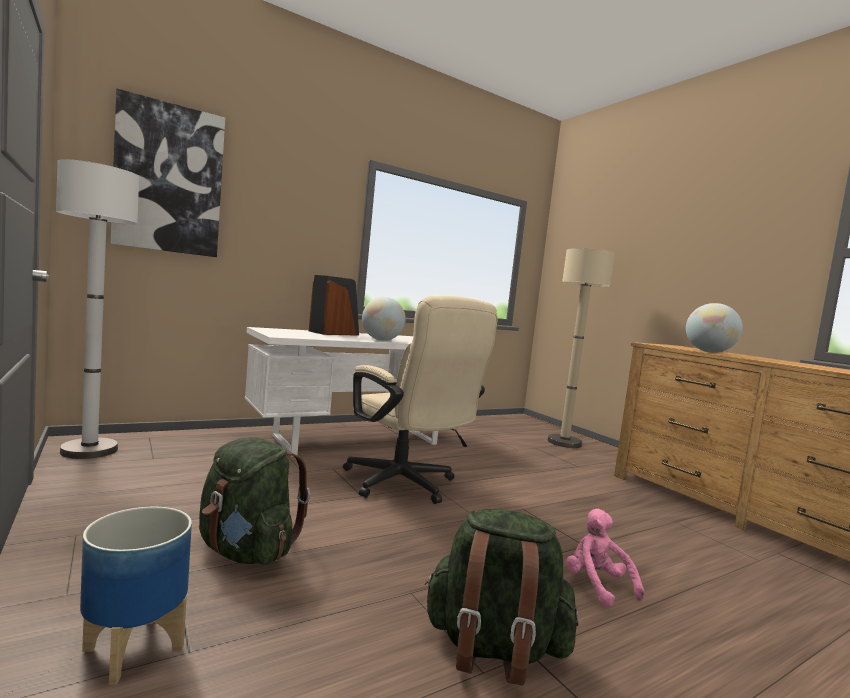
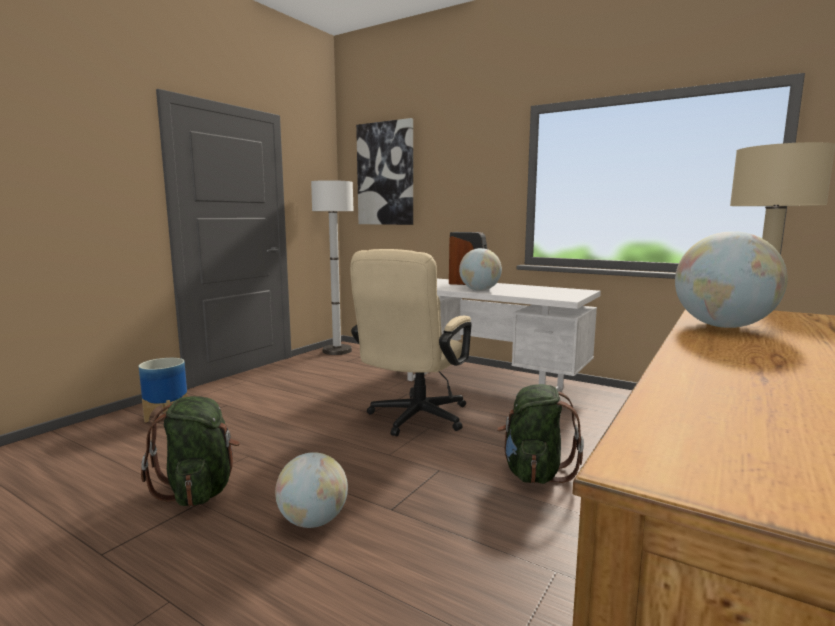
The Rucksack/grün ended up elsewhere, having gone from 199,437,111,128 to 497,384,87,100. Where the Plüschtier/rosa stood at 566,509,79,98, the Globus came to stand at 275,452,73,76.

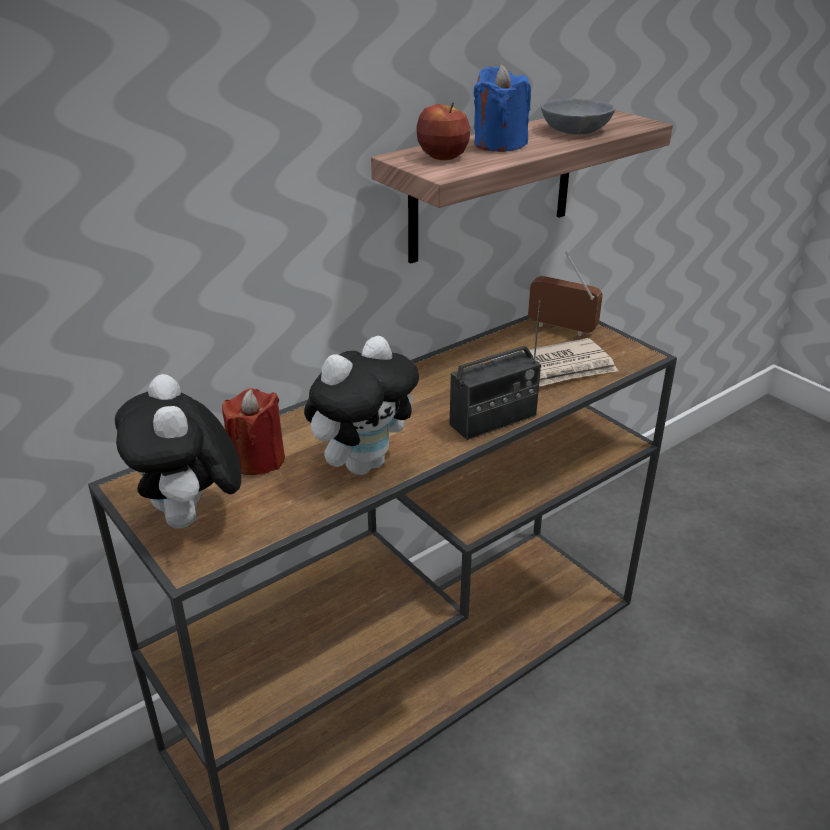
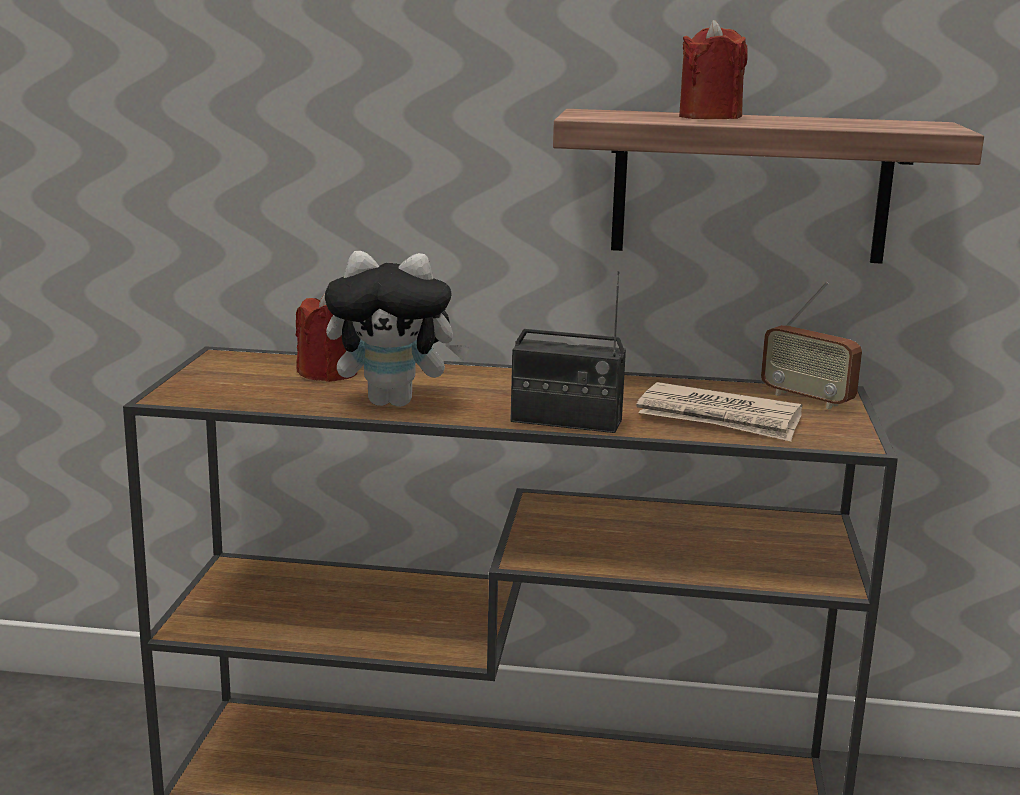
The second view lost the Plüschtier at 115,374,126,154. The second view lost the Apfel at 416,102,54,58. What was the Kerze/blau at 474,64,57,88 turned into the Kerze/rot at 679,20,69,99. The Radio at 528,251,75,85 ended up facing another way, 150 degrees clockwise from before. The second view lost the Schüssel/grau at 541,99,75,36.

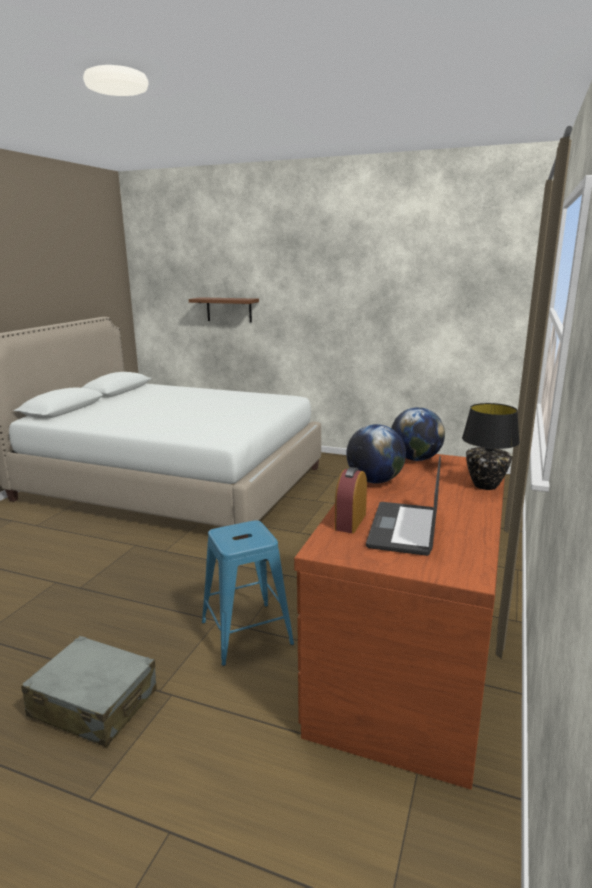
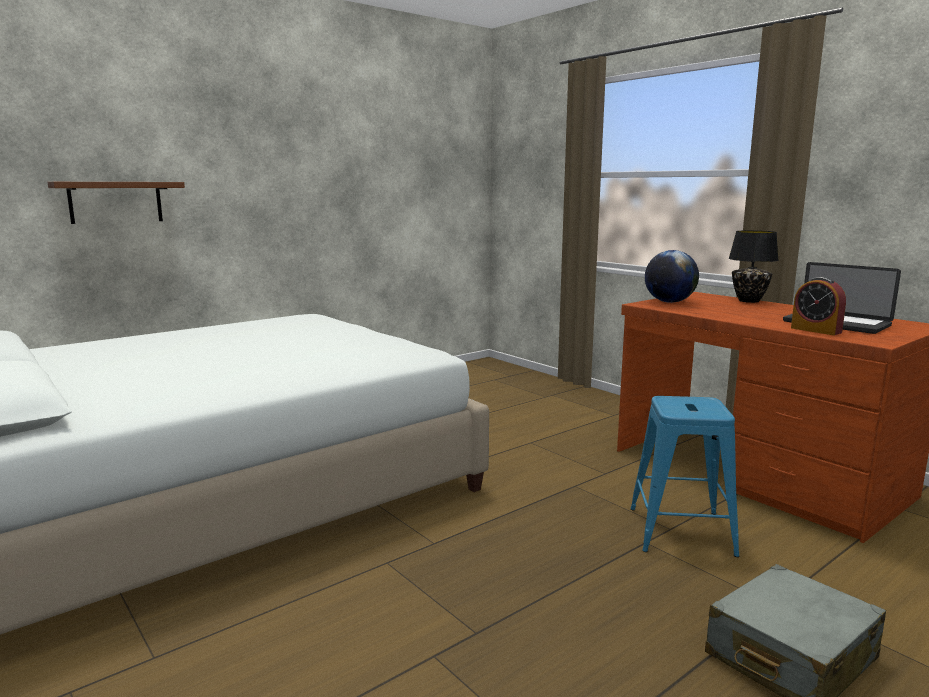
The second view lost the Globus at 346,424,60,59.

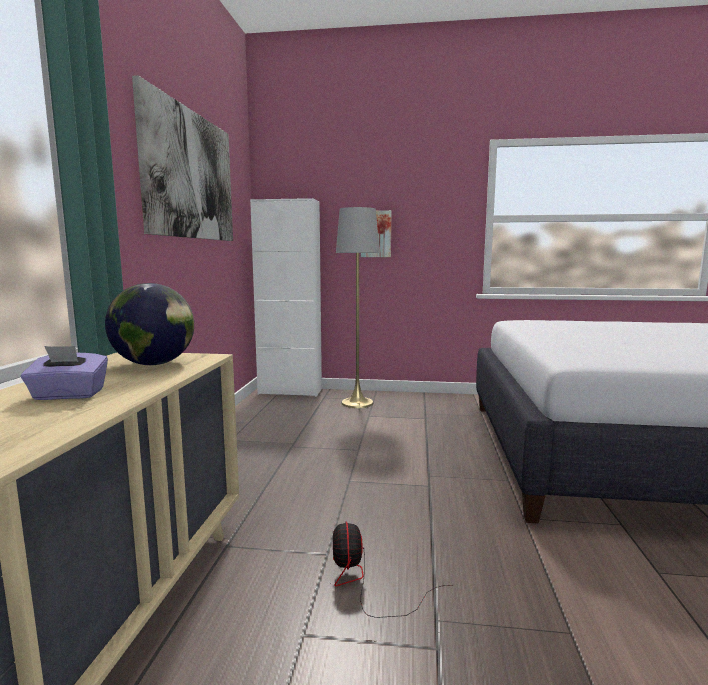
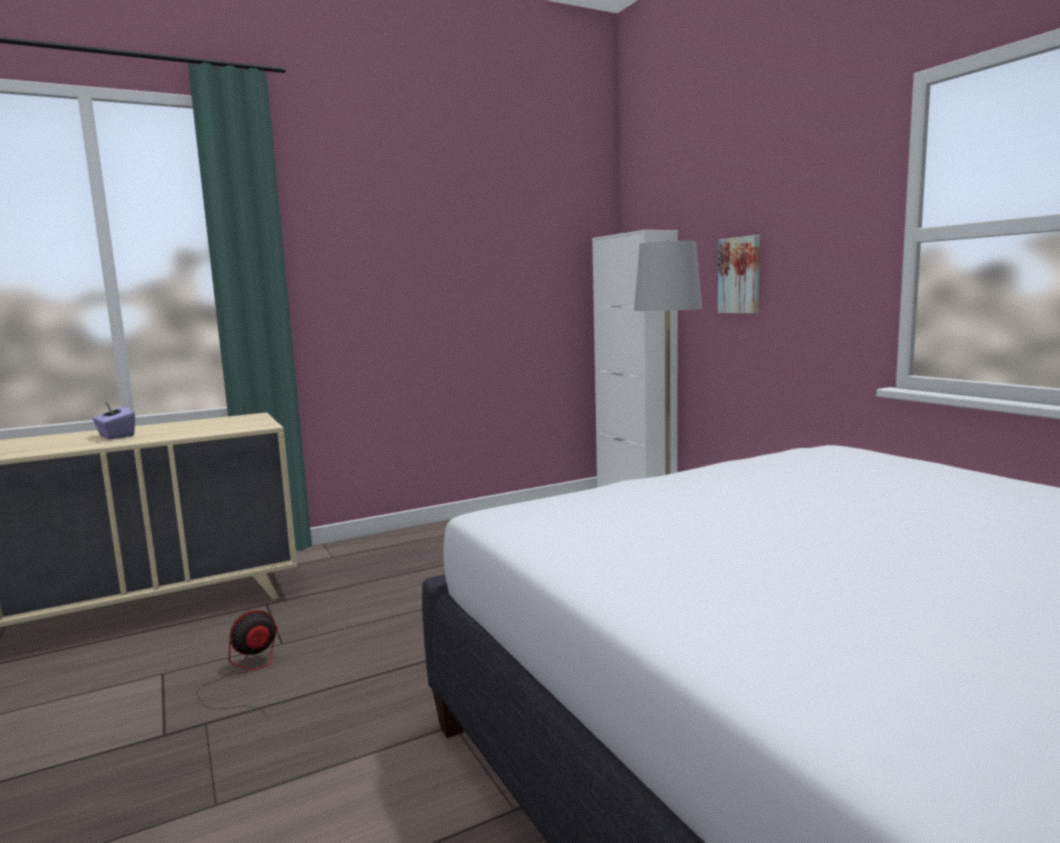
The second view lost the Globus at 105,283,89,82. The second view lost the Bild at 132,75,101,166.

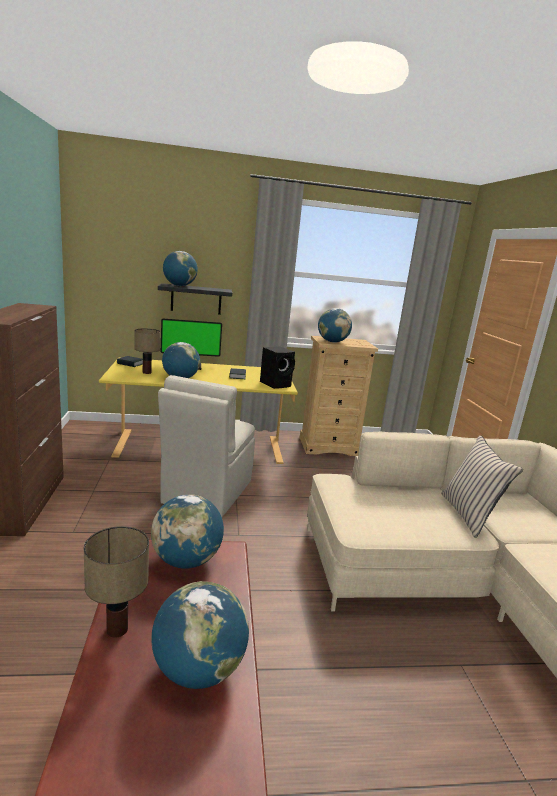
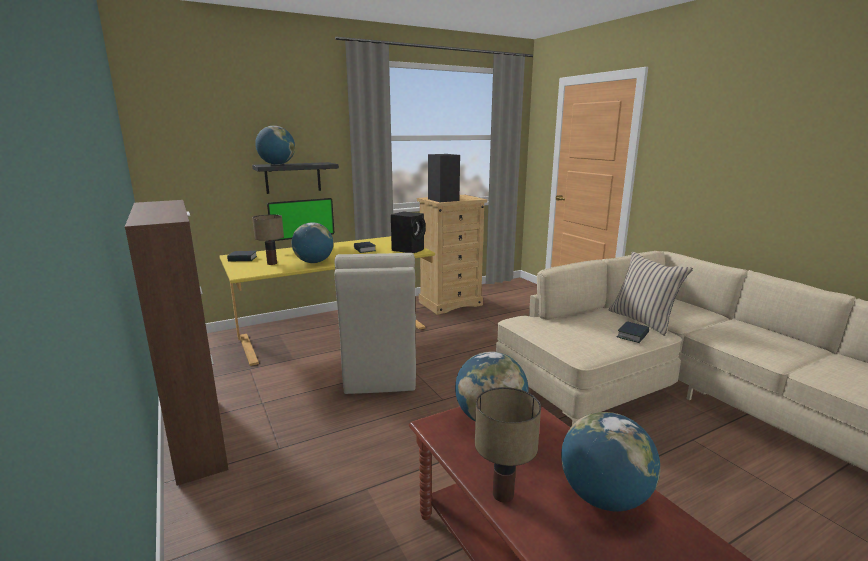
Where the Globus stood at 318,308,34,35, the Lautsprecher/schwarz came to stand at 428,154,32,48. The second view gained the Buch at 617,321,32,22.

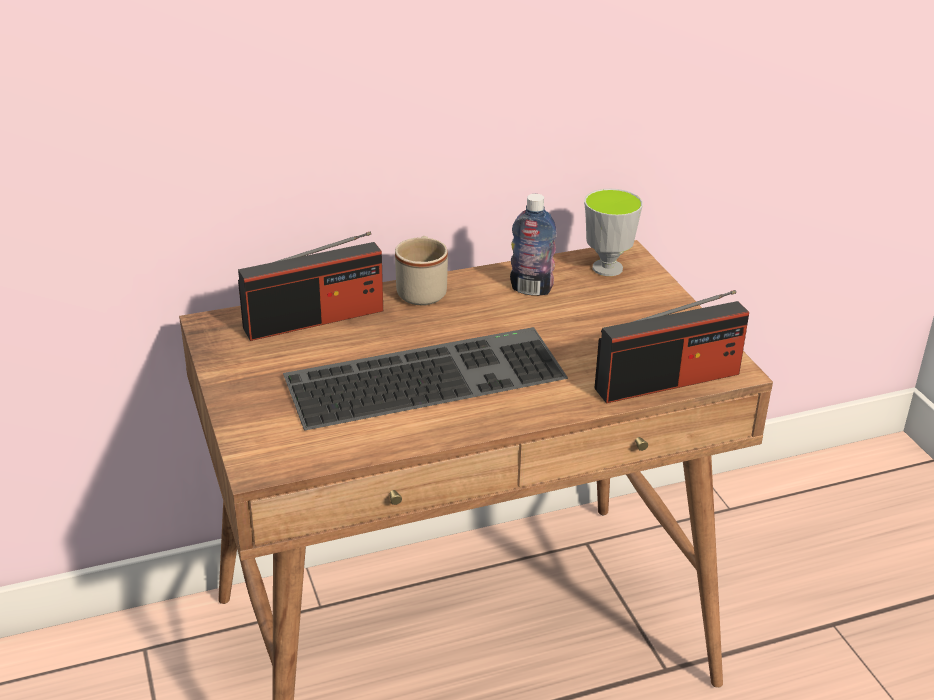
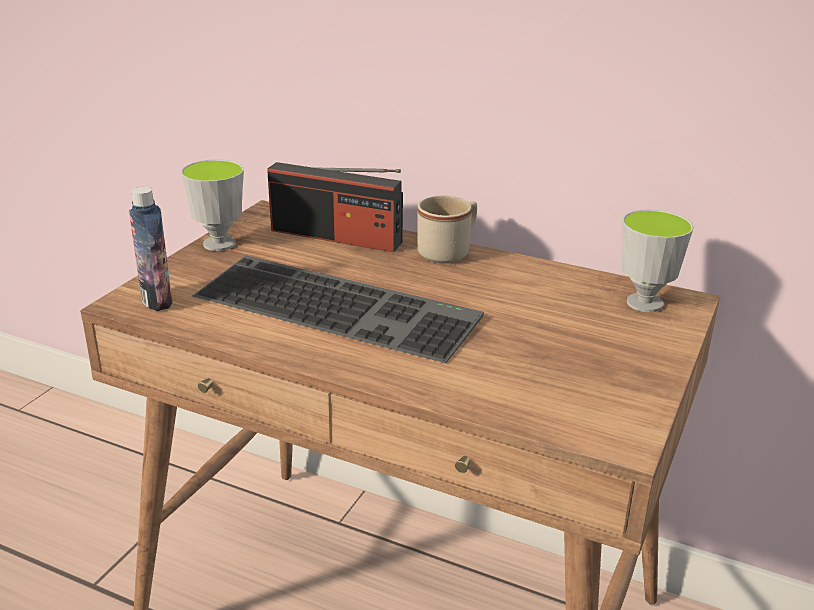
The Flasche ended up elsewhere, having gone from 510,194,47,102 to 129,187,43,124. The second view lost the Radio at 595,290,154,114. The second view gained the Tasse at 181,159,63,92.

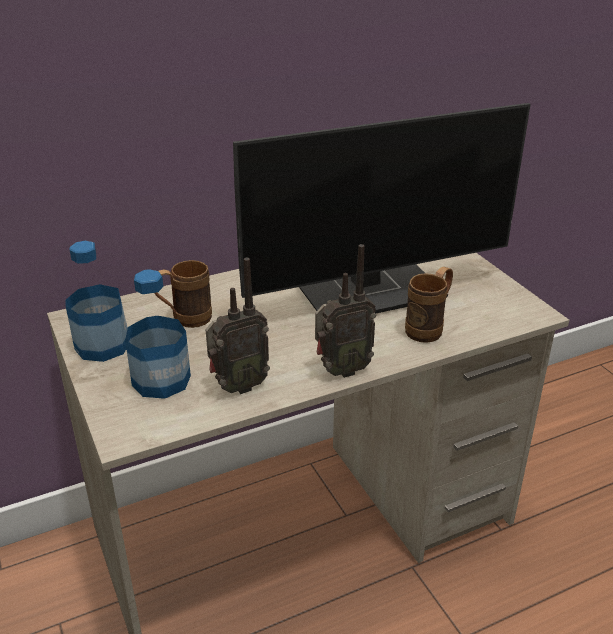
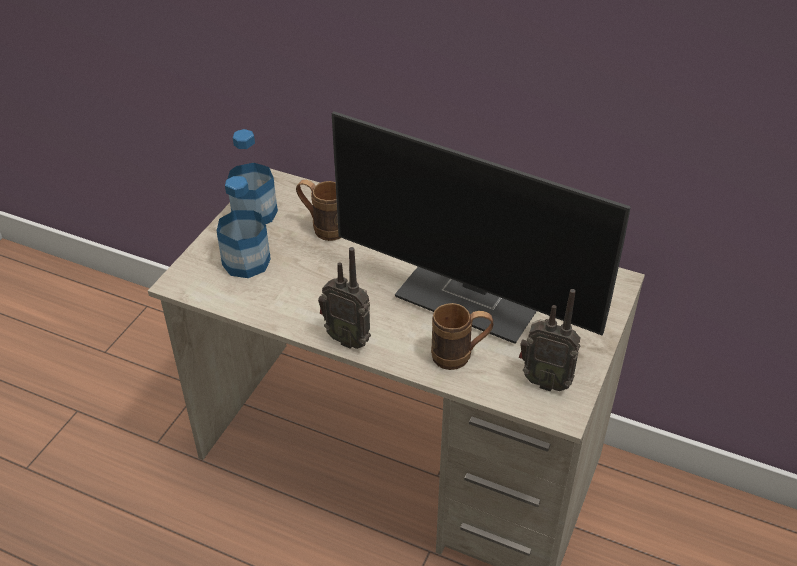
The Radio ended up elsewhere, having gone from 206,258,64,136 to 519,289,61,103.

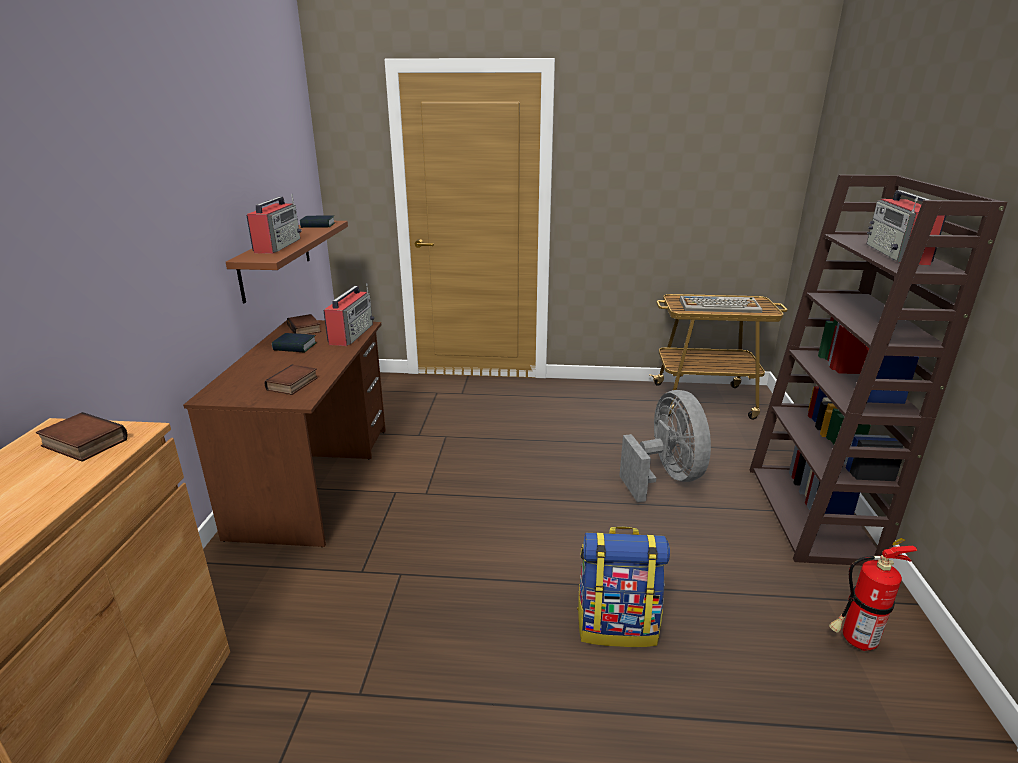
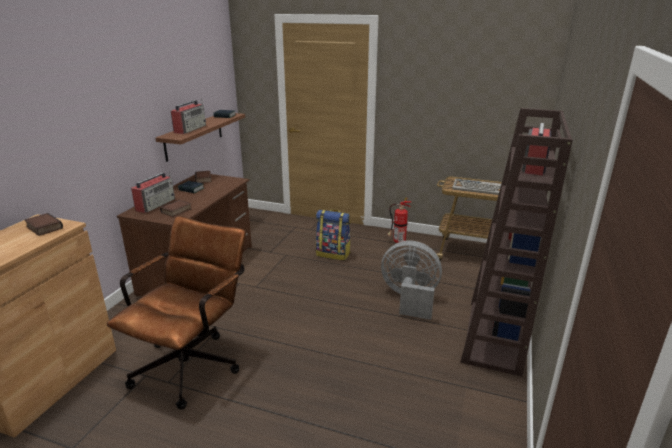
The Radio ended up elsewhere, having gone from 323,283,51,63 to 131,171,44,42. The Rucksack ended up elsewhere, having gone from 577,527,93,120 to 316,209,35,51. The Ventilator/grau at 619,390,92,113 ended up facing another way, 75 degrees counterclockwise from before. The Feuerlöscher ended up elsewhere, having gone from 829,538,88,113 to 387,198,25,45. The second view gained the Bürostuhl/braun at 107,216,139,194.

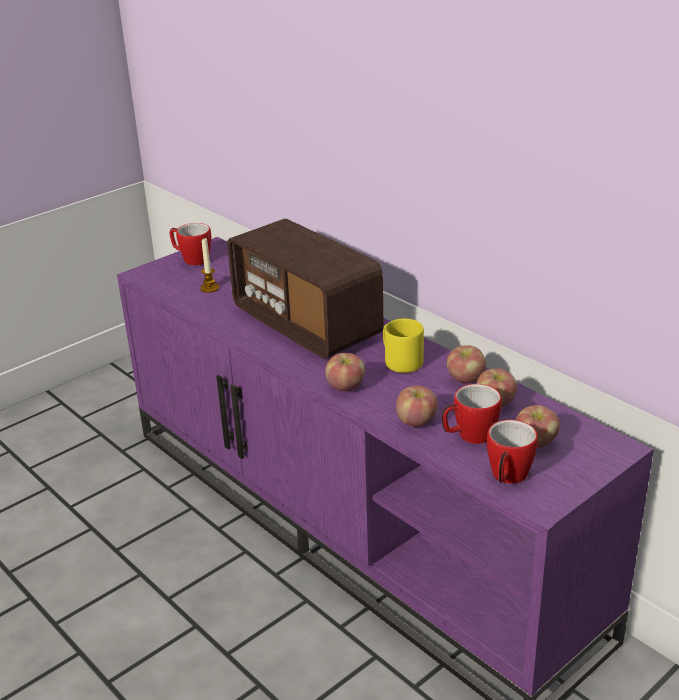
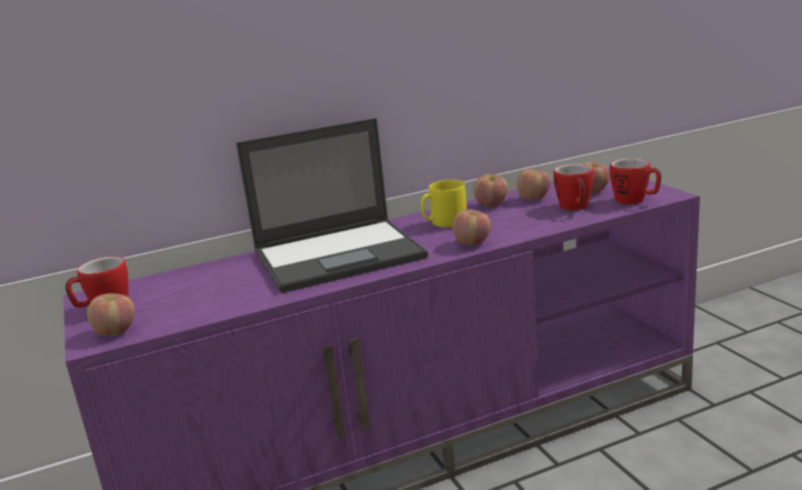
The second view lost the Kerze at 200,238,19,55. Where the Radio stood at 227,219,157,140, the Laptop came to stand at 236,118,192,175. The Apfel ended up elsewhere, having gone from 396,385,42,42 to 87,293,48,43.

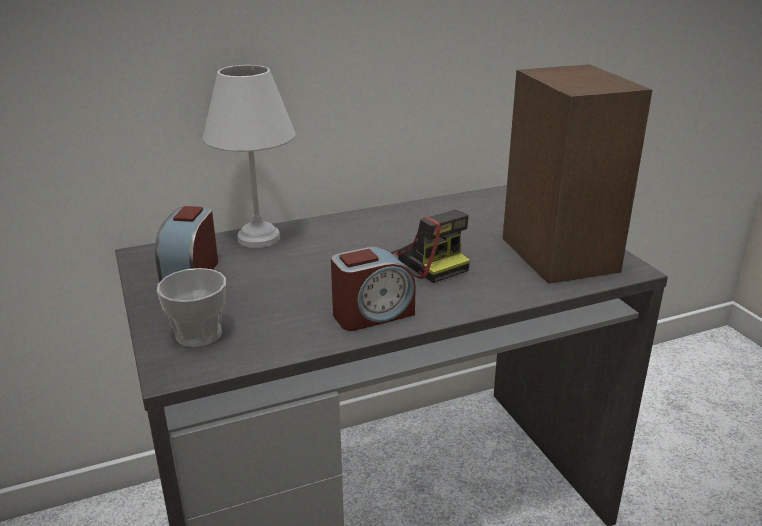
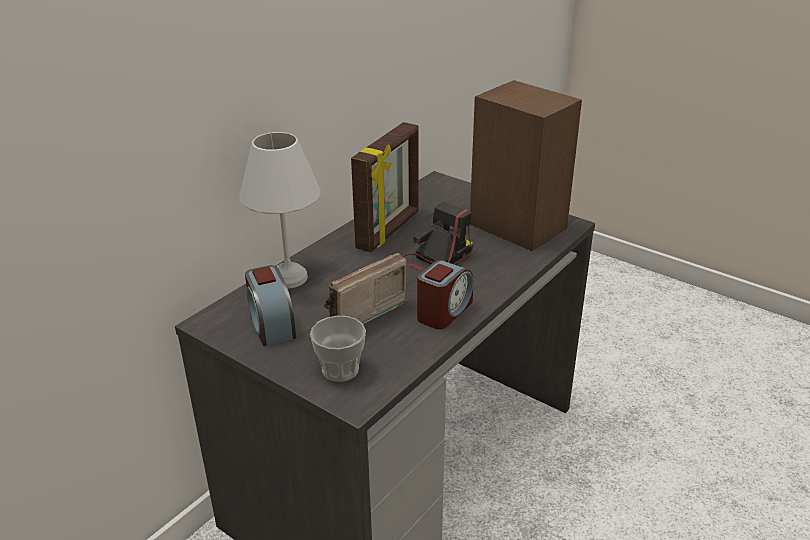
The Kamera at 391,210,79,73 ended up facing another way, 75 degrees counterclockwise from before. The second view gained the Radio at 324,253,84,71. The second view gained the Bilderrahmen at 351,122,68,130.

